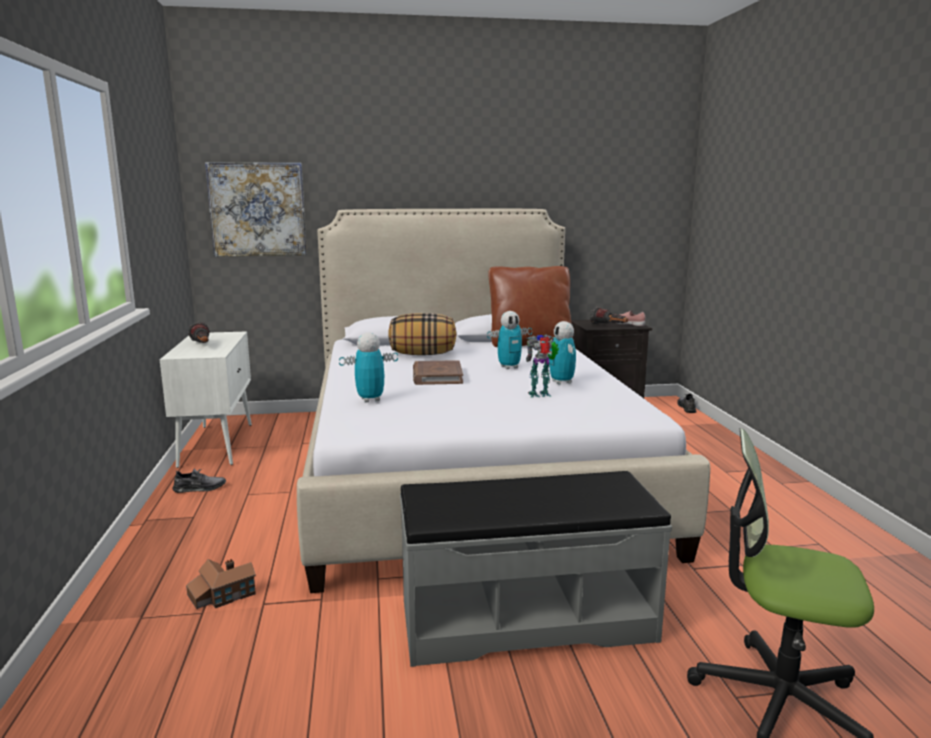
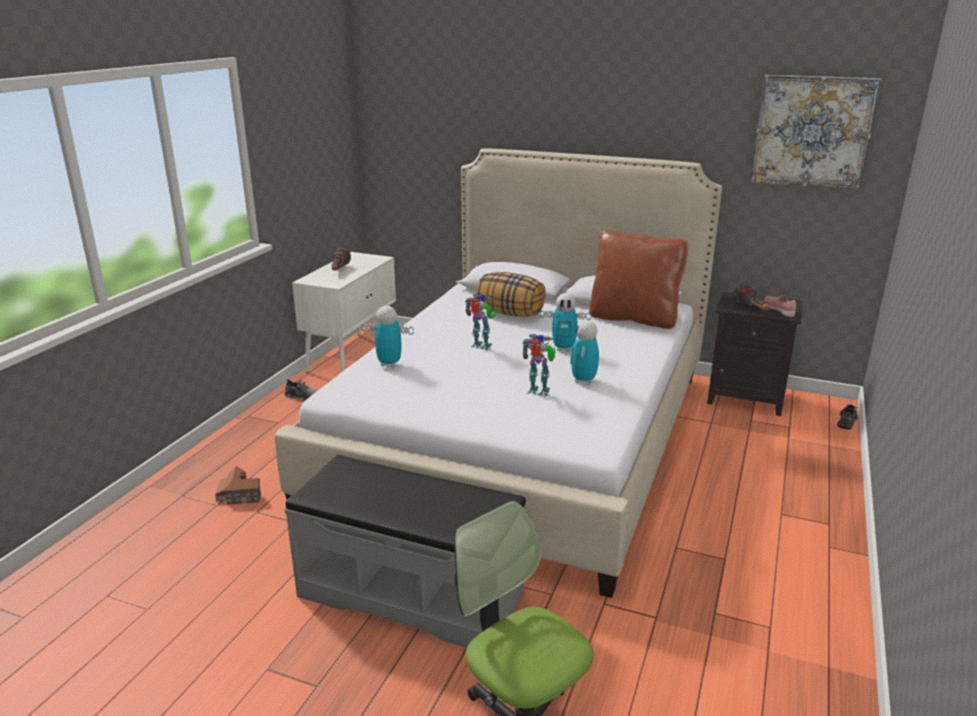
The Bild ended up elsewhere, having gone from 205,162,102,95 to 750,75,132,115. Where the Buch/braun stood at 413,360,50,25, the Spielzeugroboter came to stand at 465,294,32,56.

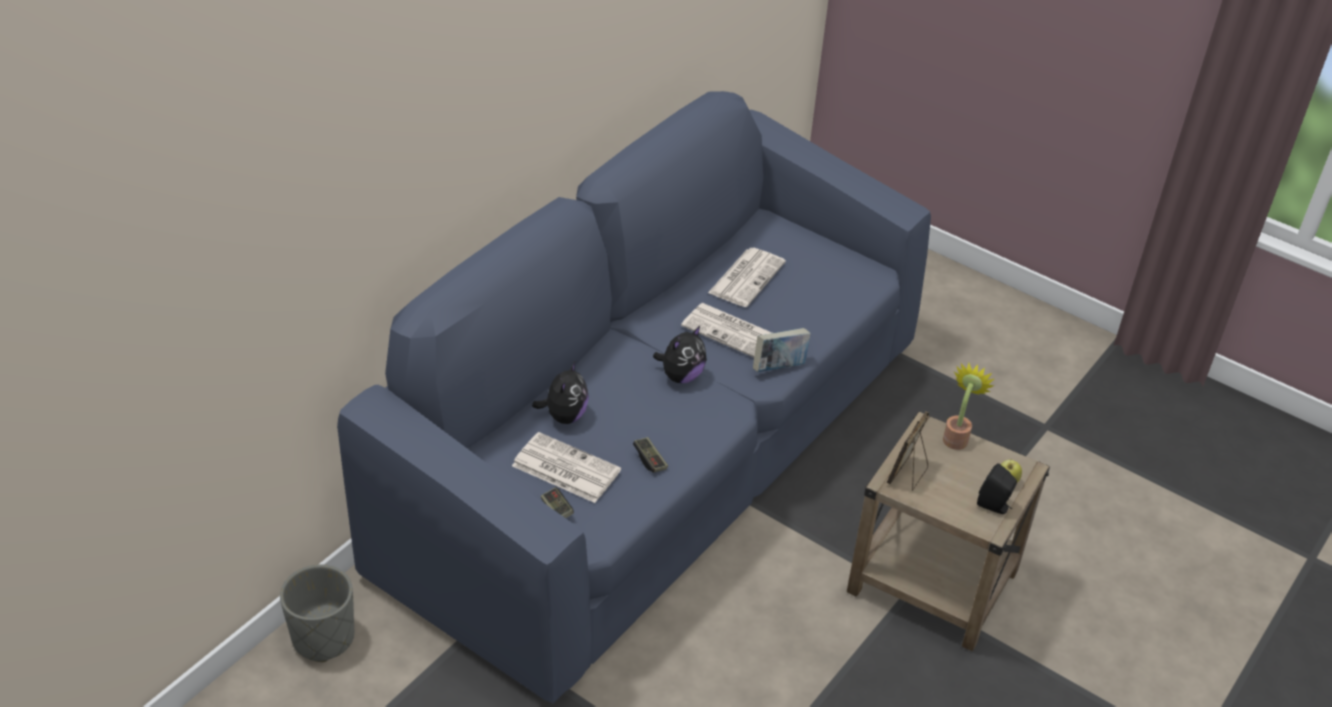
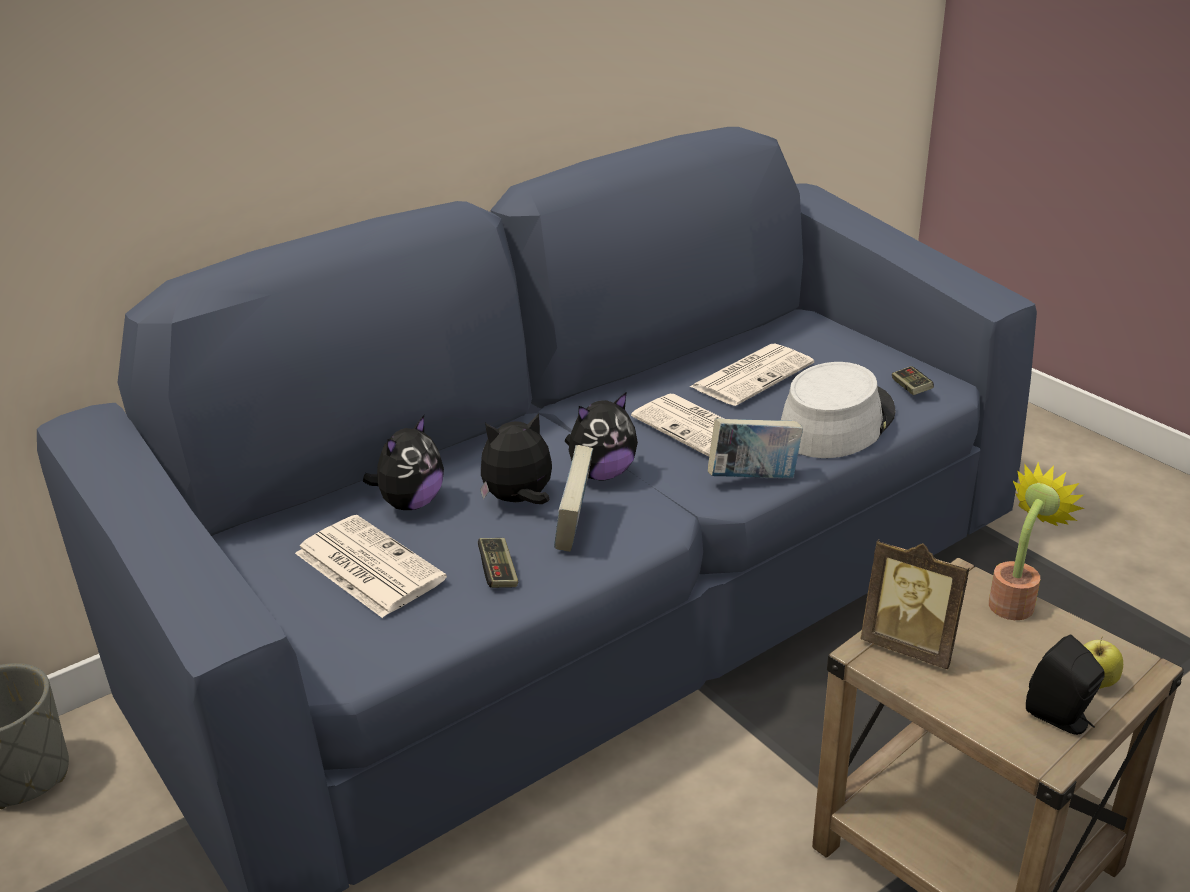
The Gamepad ended up elsewhere, having gone from 541,487,33,31 to 892,366,42,29. The Bilderrahmen at 887,411,42,80 ended up facing another way, 105 degrees counterclockwise from before. The second view gained the Plüschtier at 480,413,72,91. The second view gained the Buch at 554,445,39,107. The second view gained the Hut/grau at 781,362,115,96.

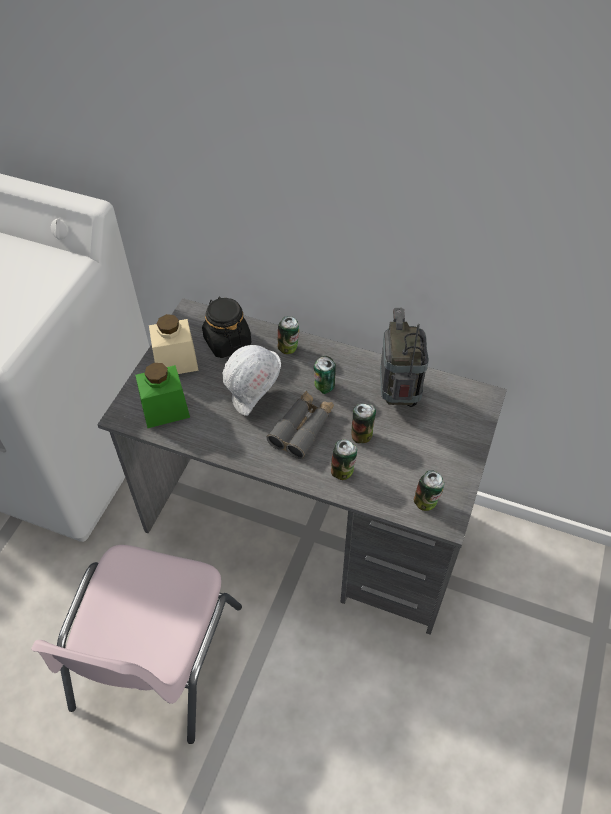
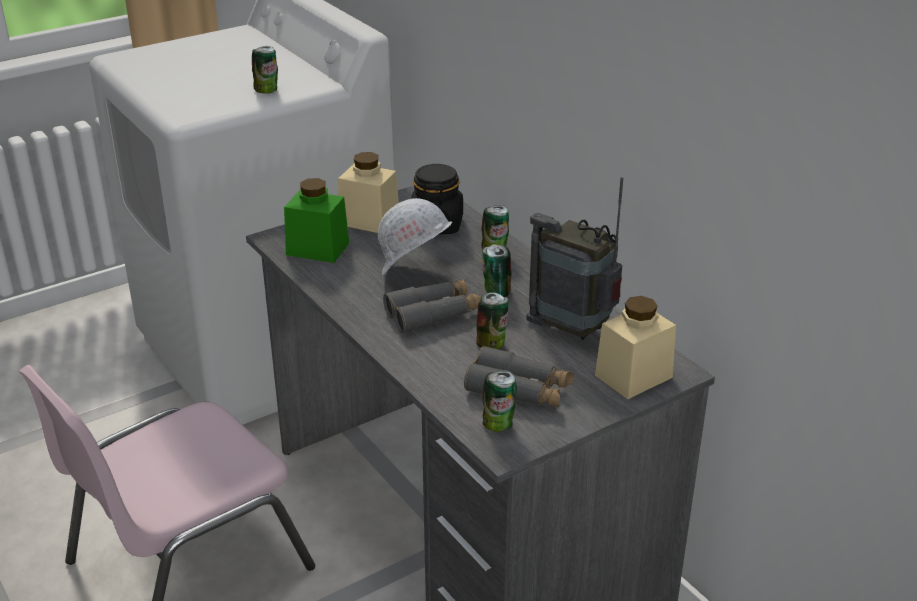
The Dose ended up elsewhere, having gone from 331,440,26,40 to 252,46,26,48. The Radio at 380,308,49,99 ended up facing another way, 90 degrees counterclockwise from before. The second view gained the Fernglas/grau at 464,346,110,61. The second view gained the Vorratsglas/beige at 595,296,81,103.

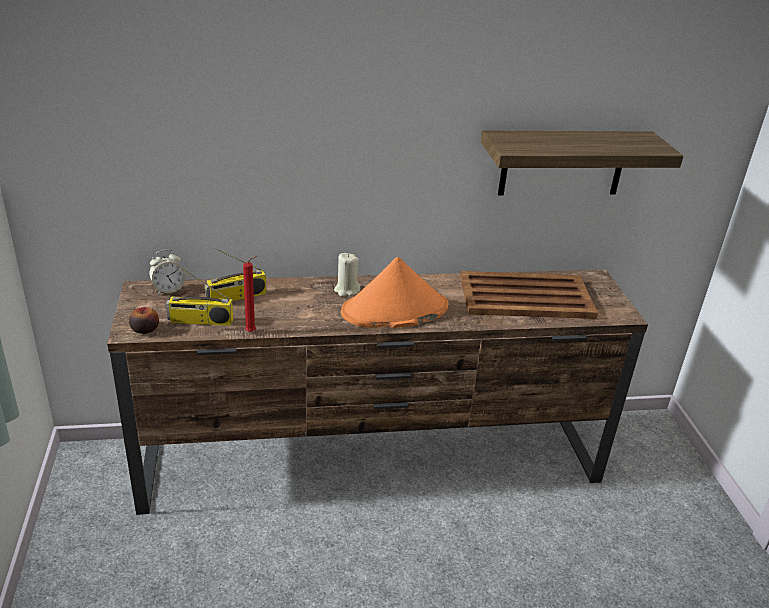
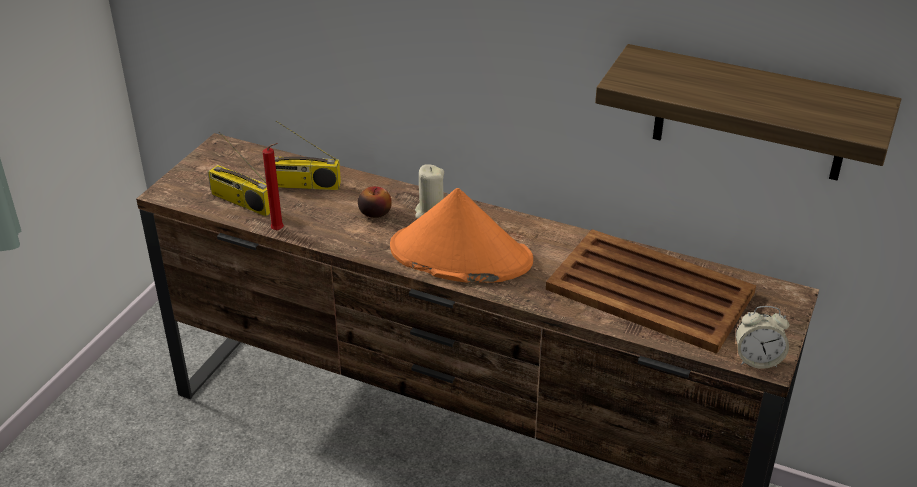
The Apfel ended up elsewhere, having gone from 129,307,30,27 to 358,186,34,32. The Wecker ended up elsewhere, having gone from 149,249,37,46 to 736,306,54,63.

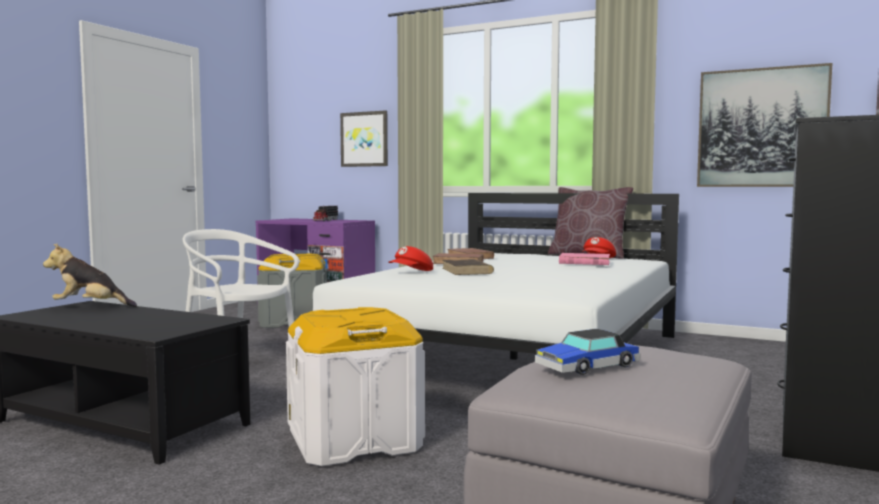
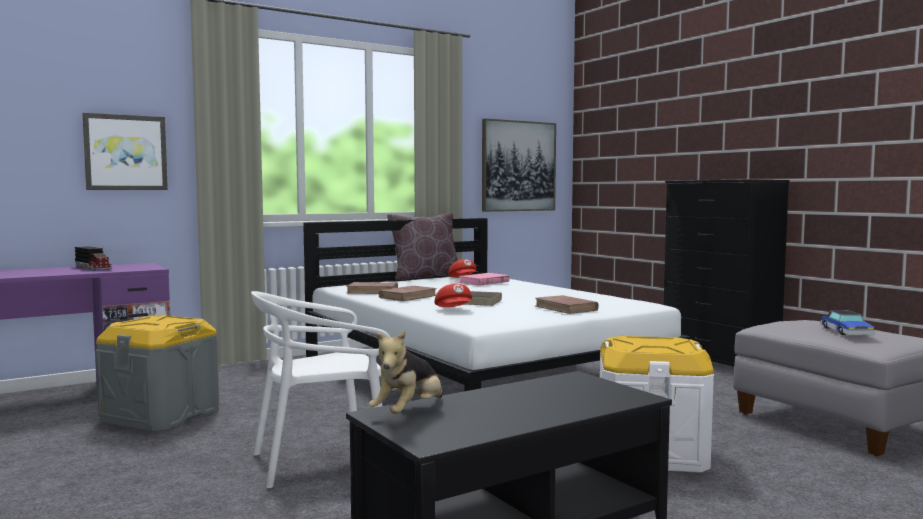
The second view gained the Buch/braun at 535,295,64,19.

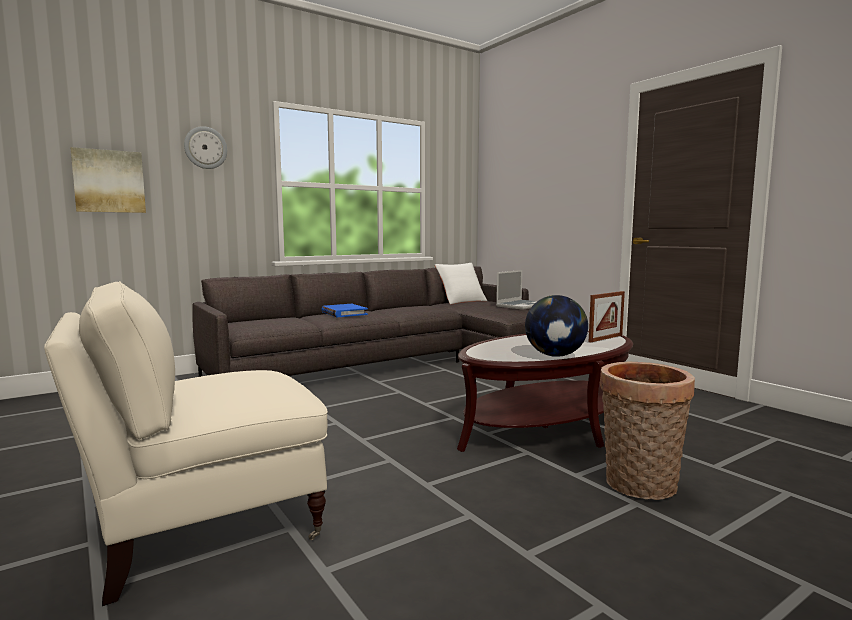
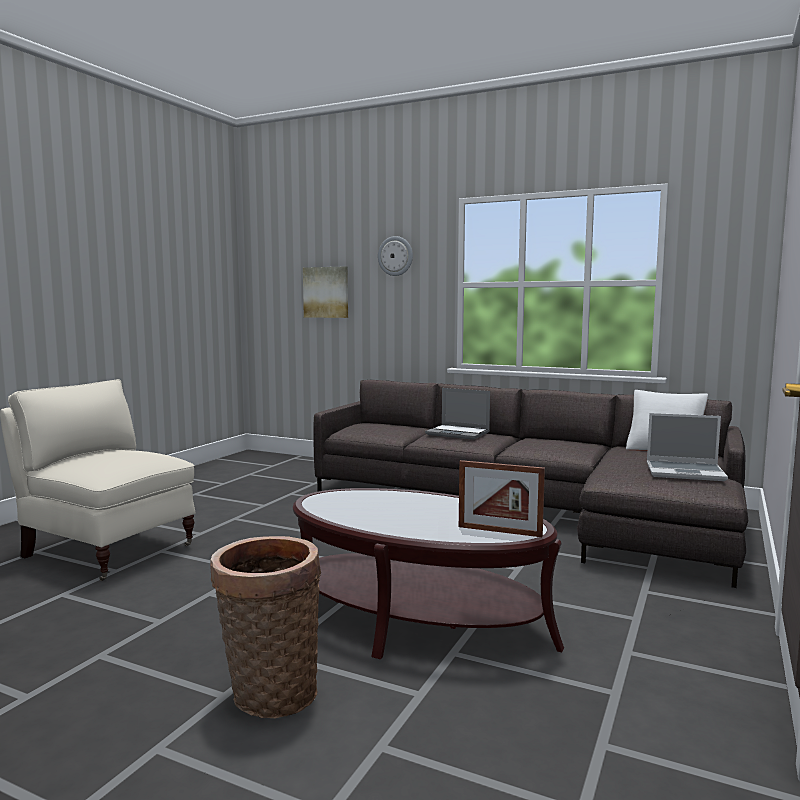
Where the Buch/blau stood at 322,304,46,13, the Laptop came to stand at 425,388,65,52. The second view lost the Globus at 525,295,63,62.

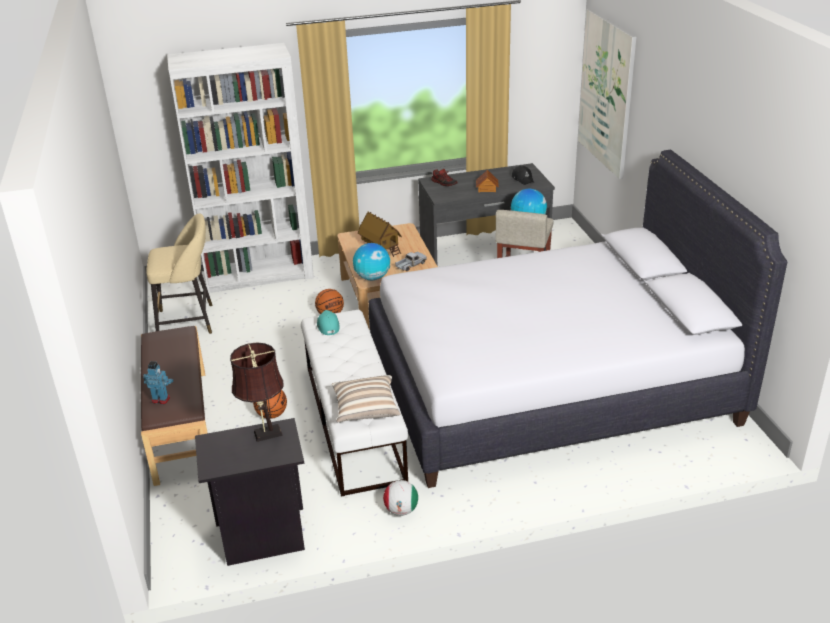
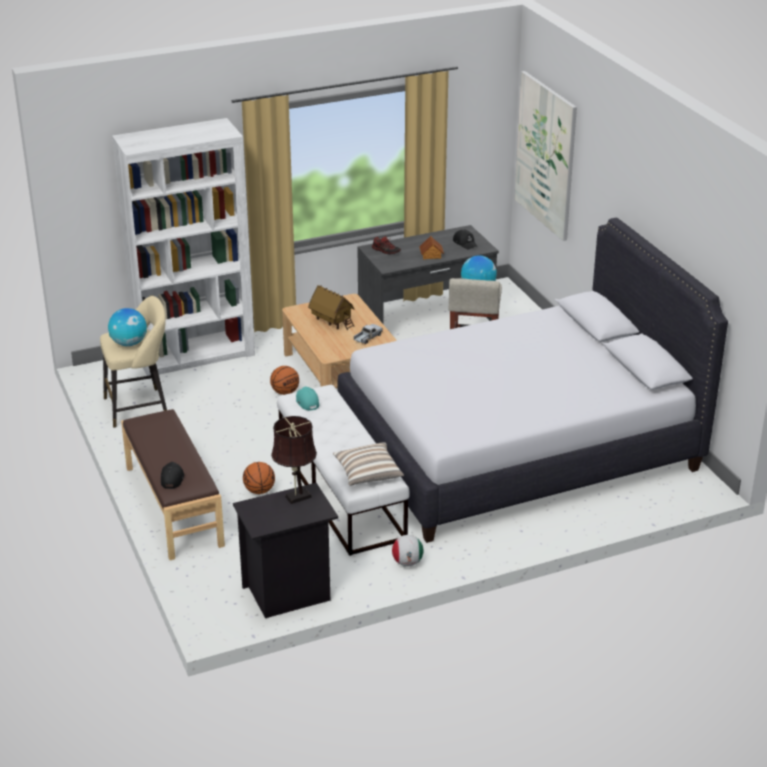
Where the Spielzeugroboter stood at 143,361,30,43, the Kappe/schwarz came to stand at 161,462,23,27. The Globus ended up elsewhere, having gone from 353,243,37,37 to 108,308,39,38.

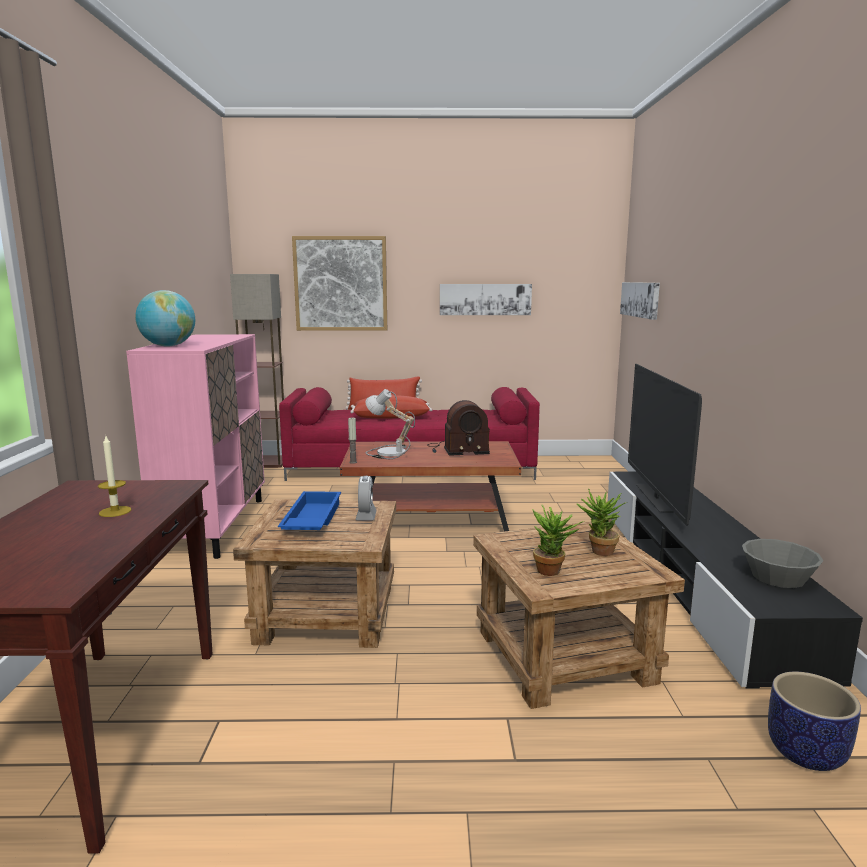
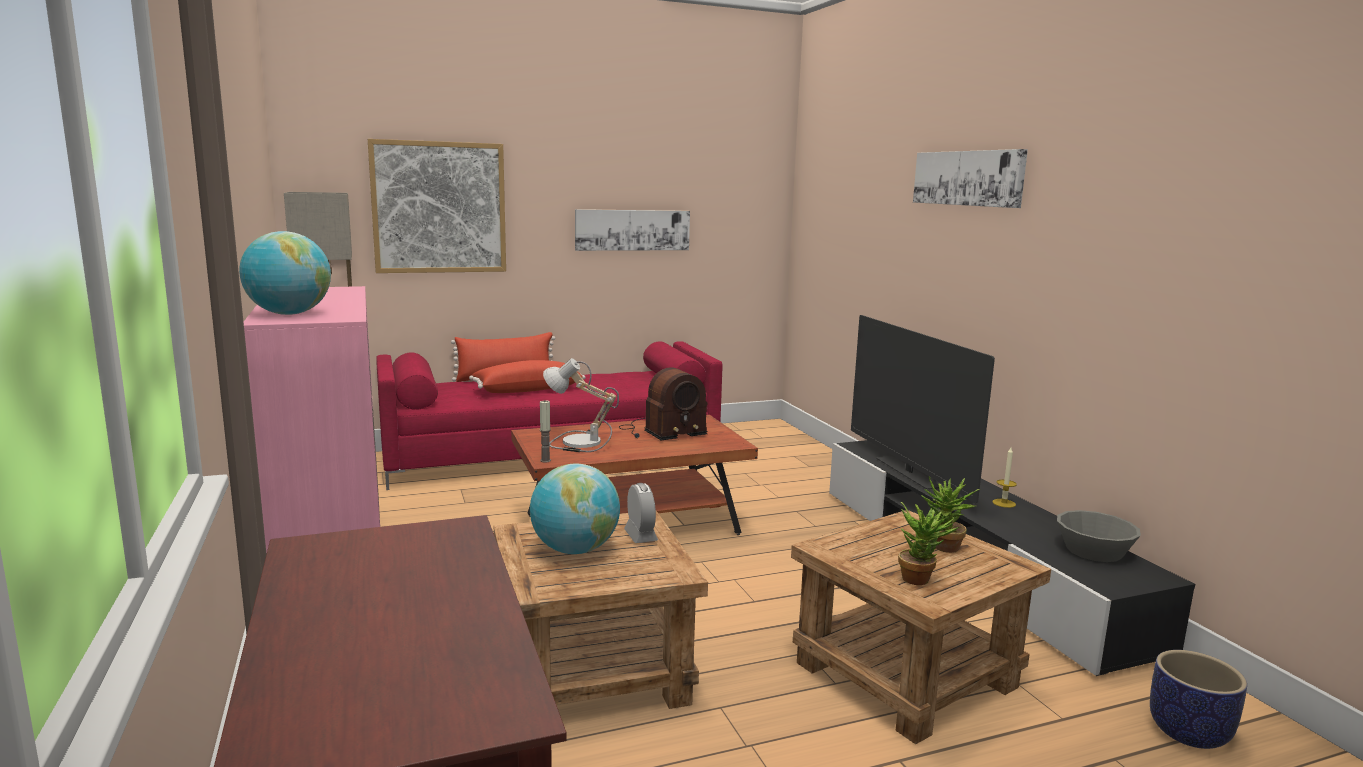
The Kerze ended up elsewhere, having gone from 98,434,33,83 to 993,448,24,60. Where the Tablett/blau stood at 278,491,63,39, the Globus came to stand at 530,464,90,90. The Bild ended up elsewhere, having gone from 620,282,40,38 to 913,149,115,59.

